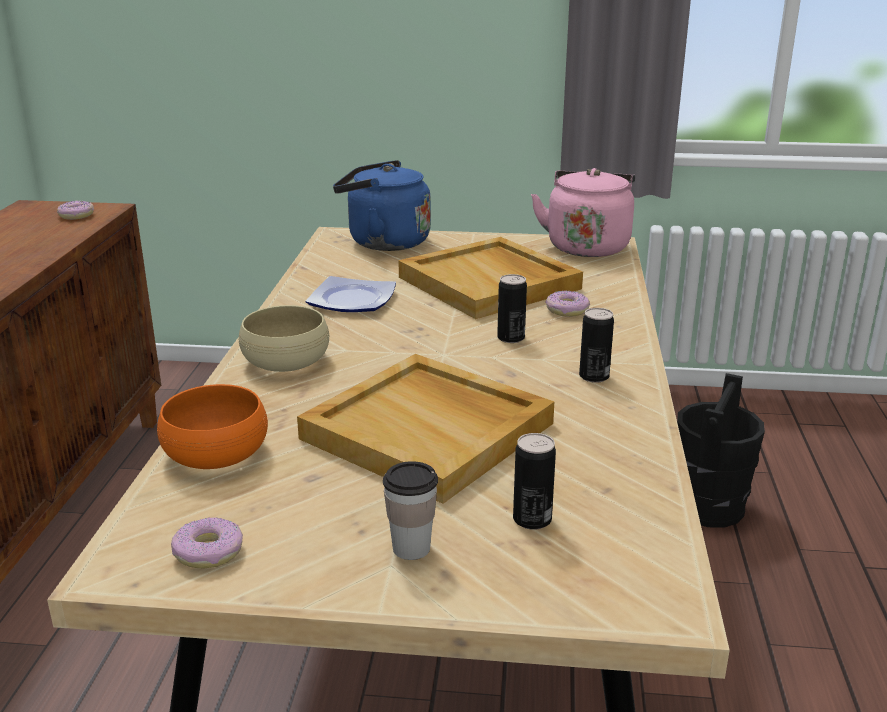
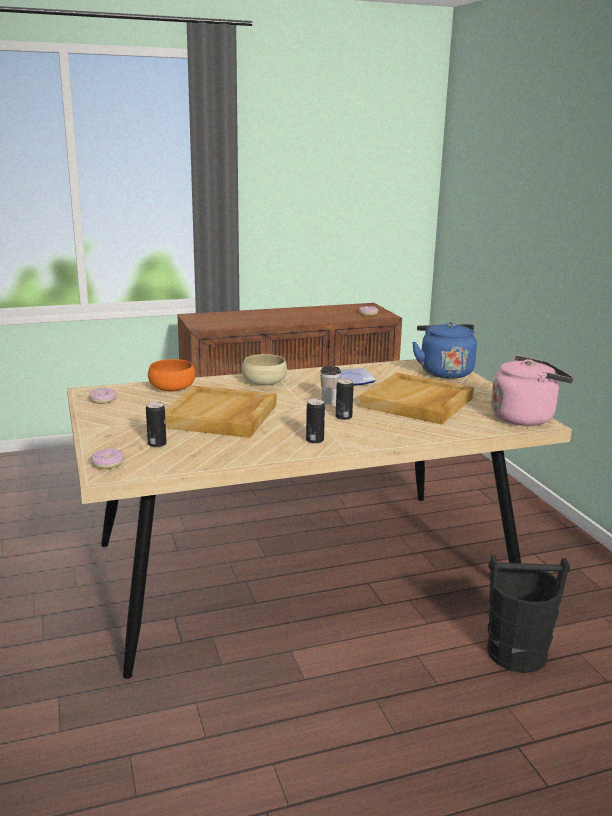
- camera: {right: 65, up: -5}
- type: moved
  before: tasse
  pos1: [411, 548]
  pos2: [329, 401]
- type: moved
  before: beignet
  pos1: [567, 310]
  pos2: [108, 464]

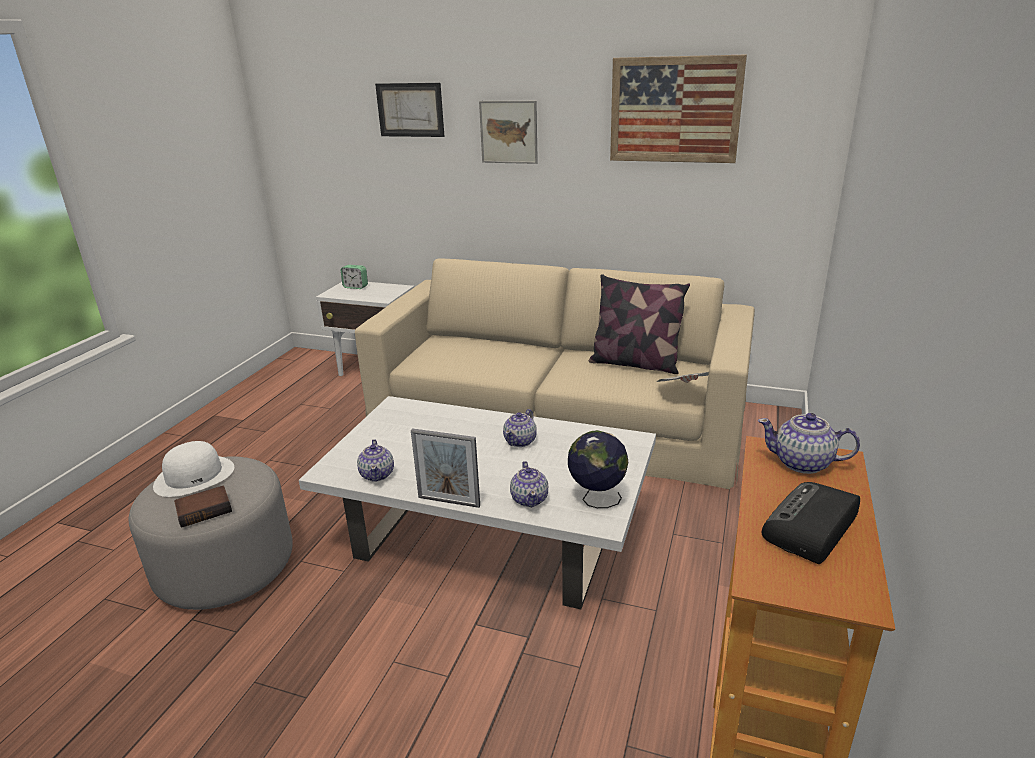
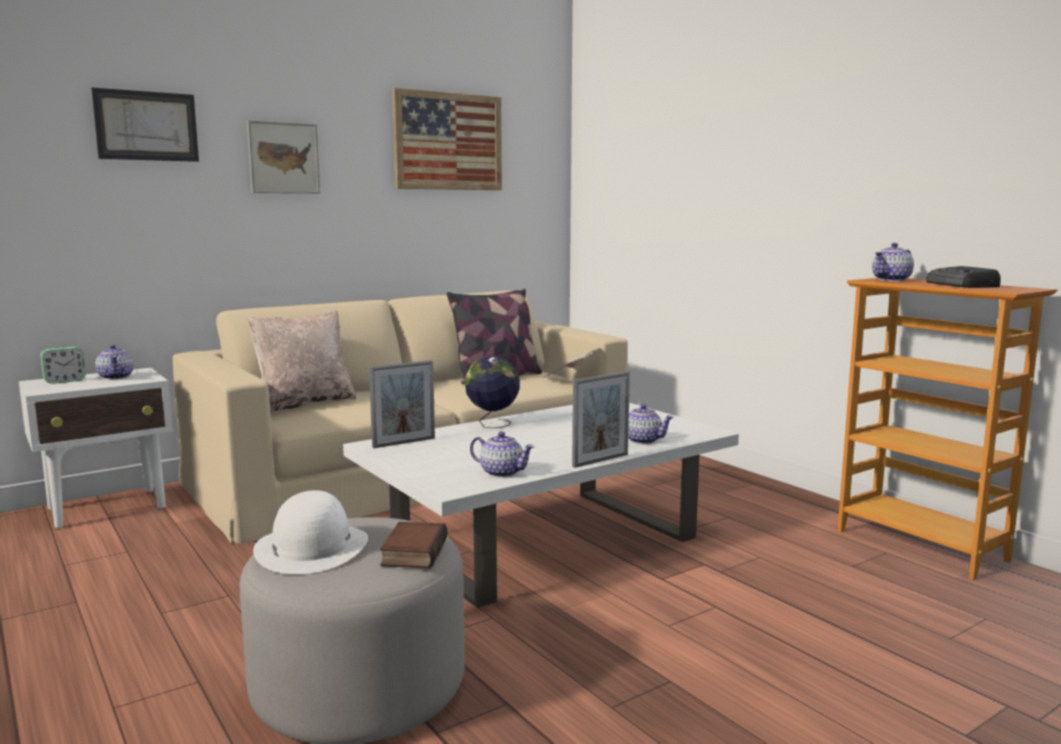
- camera: {right: -55, up: -15}
- type: added
  after: coussin (beige)
  pos2: [304, 403]
- type: added
  after: cadre photo
  pos2: [404, 442]
- type: moved
  before: théière
  pos1: [520, 441]
  pos2: [116, 377]
- type: moved
  before: globe
  pos1: [596, 499]
  pos2: [492, 425]

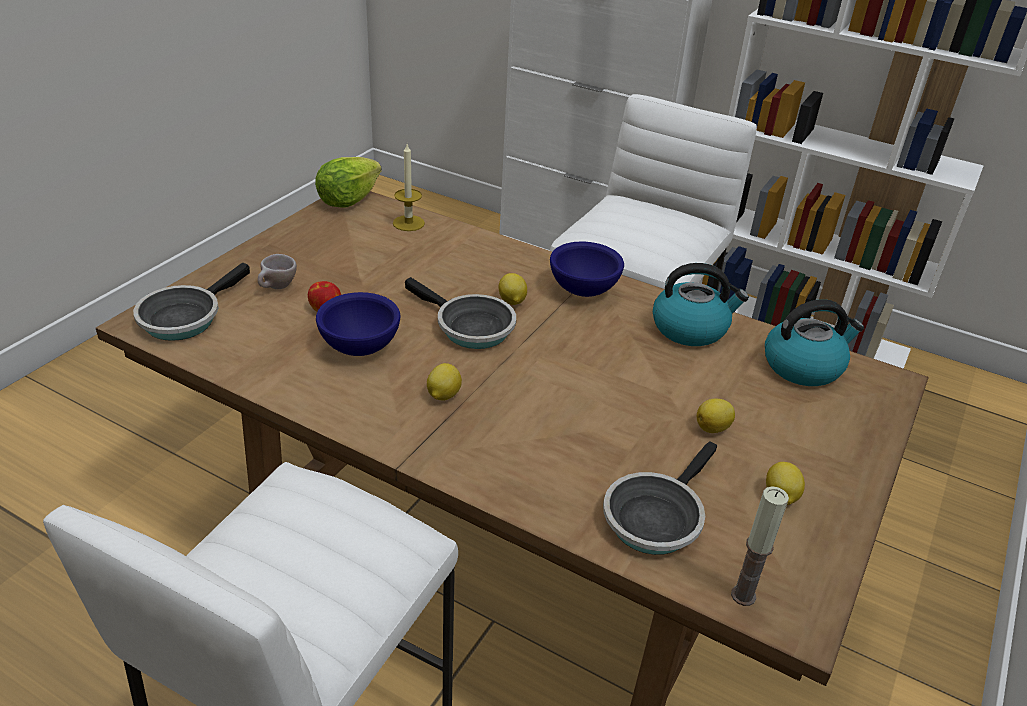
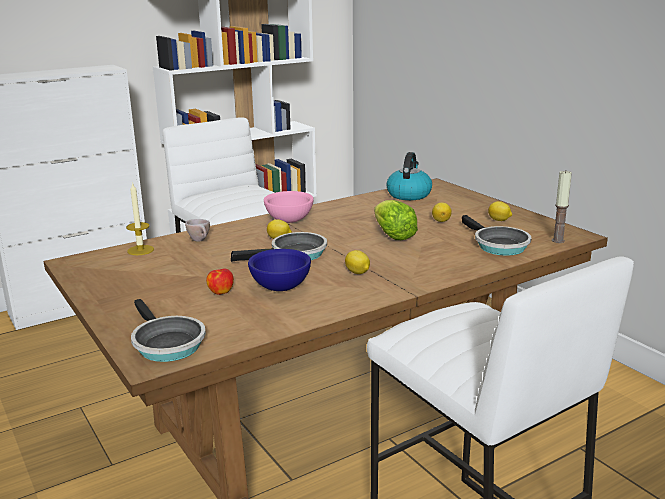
- camera: {right: -60, up: -15}
- type: removed
  before: bouilloire
  pos1: [690, 328]
- type: moved
  before: tasse (beige)
  pos1: [277, 288]
  pos2: [200, 241]
- type: moved
  before: laitue
  pos1: [348, 200]
  pos2: [393, 236]
- type: recoloured
  before: bol (bleu)
  after: bol (rose)
  pos1: [583, 289]
  pos2: [288, 220]

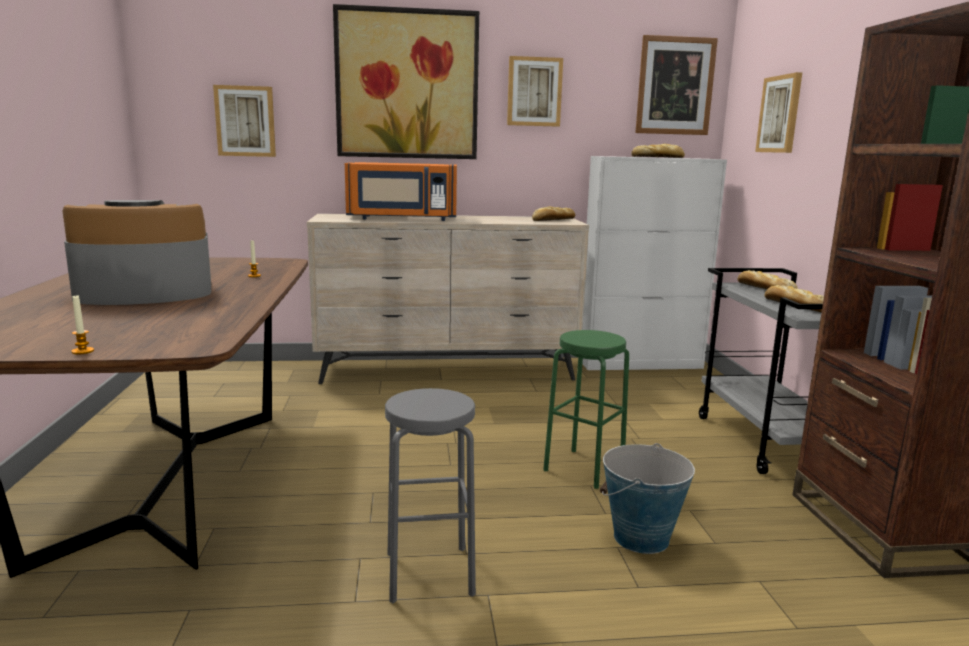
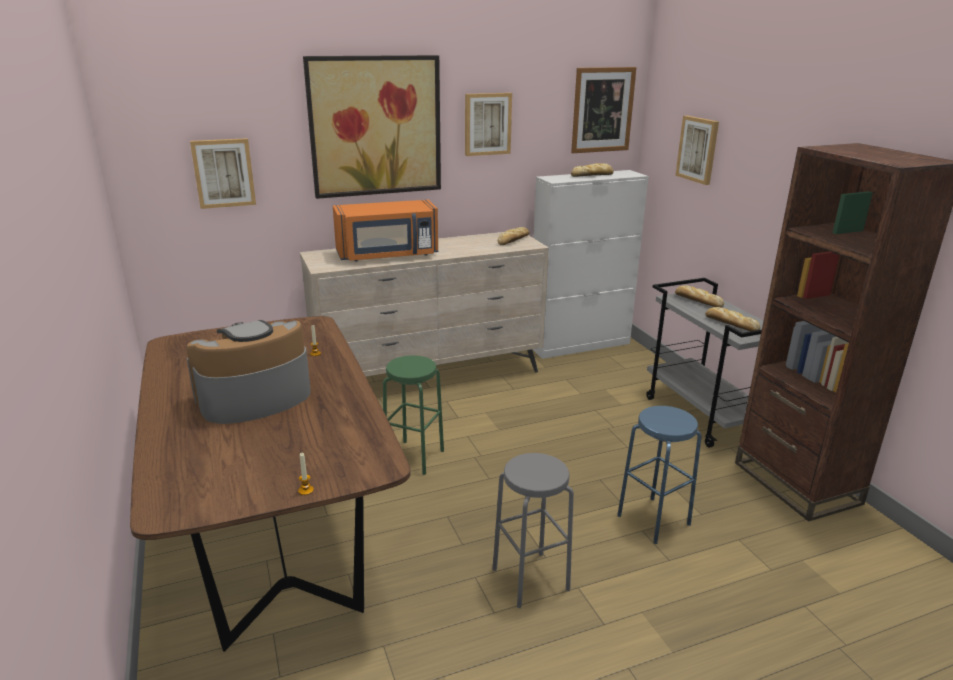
- camera: {right: -15, up: 10}
- type: moved
  before: tabouret (vert)
  pos1: [584, 468]
  pos2: [414, 457]
- type: replaced
  before: seau
  after: tabouret (bleu)
  pos1: [641, 538]
  pos2: [653, 520]

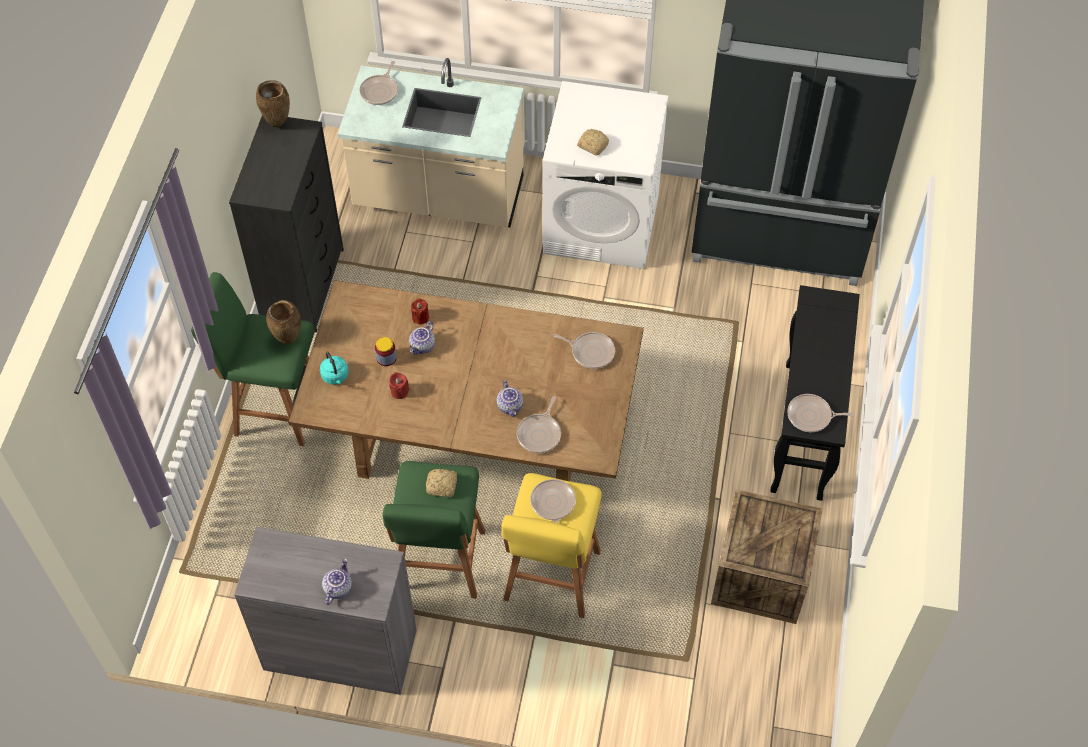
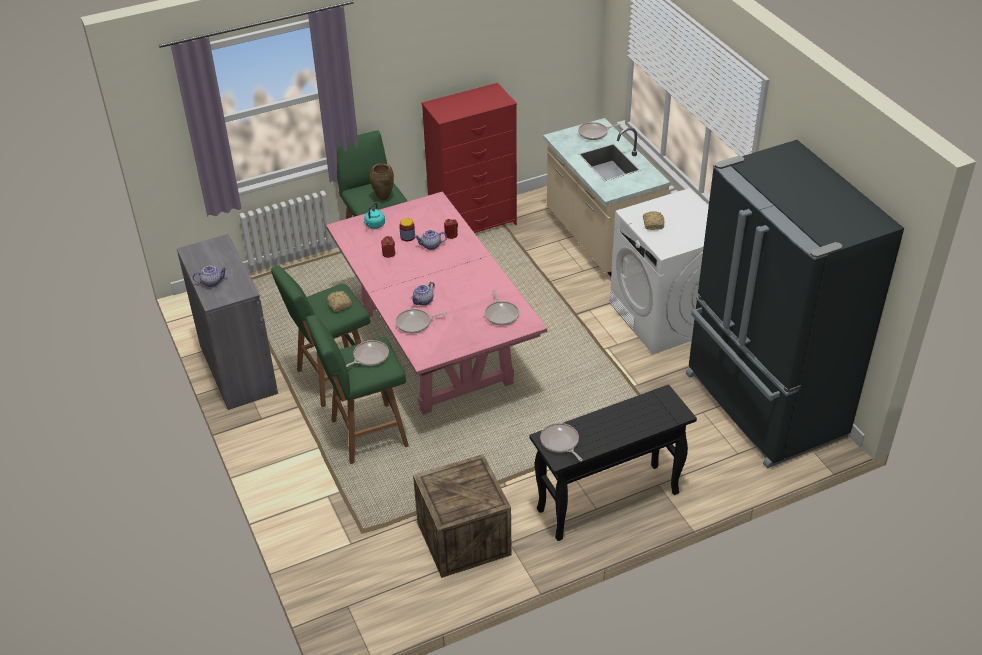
- camera: {right: 55, up: -15}
- type: removed
  before: vase (marron)
  pos1: [278, 124]
- type: recoloured
  before: commode (noir)
  after: commode (rouge)
  pos1: [303, 285]
  pos2: [474, 223]
- type: recoloured
  before: table à manger (marron)
  after: table à manger (rose)
  pos1: [475, 441]
  pos2: [436, 348]
- type: recoloured
  before: tabouret (jaune)
  after: tabouret (vert)
  pos1: [551, 579]
  pos2: [366, 434]

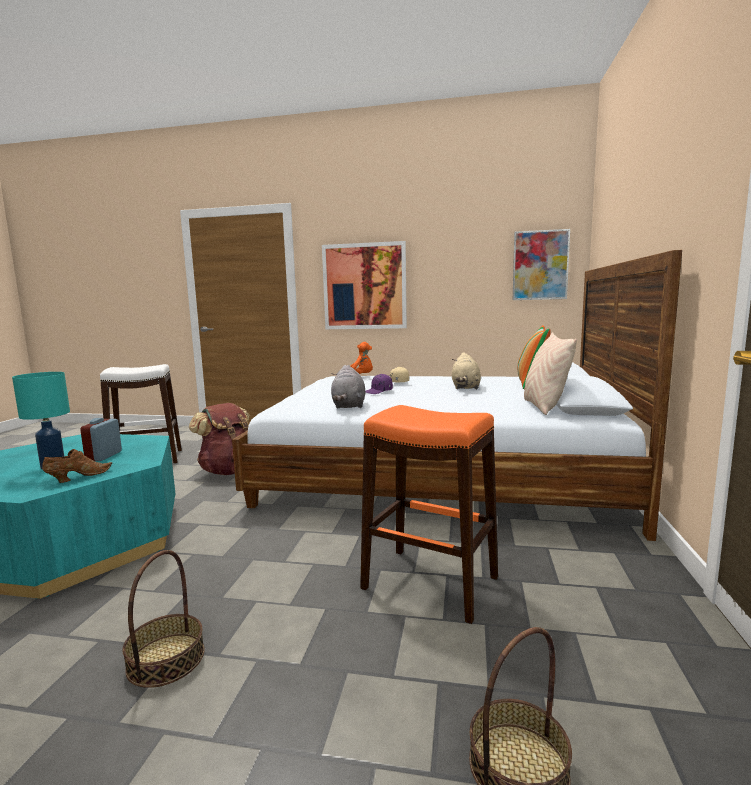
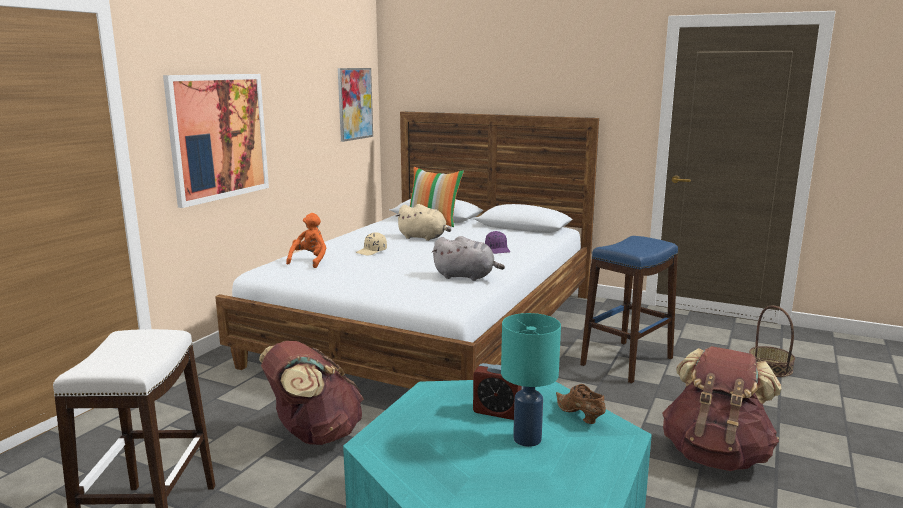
- camera: {right: -75, up: 5}
- type: removed
  before: coussin (beige)
  pos1: [544, 407]
- type: moved
  before: casquette (violet)
  pos1: [378, 391]
  pos2: [498, 250]
- type: replaced
  before: panier
  after: sac à dos (marron)
  pos1: [166, 659]
  pos2: [715, 455]
- type: recoloured
  before: tabouret (orange)
  after: tabouret (bleu)
  pos1: [431, 583]
  pos2: [627, 361]

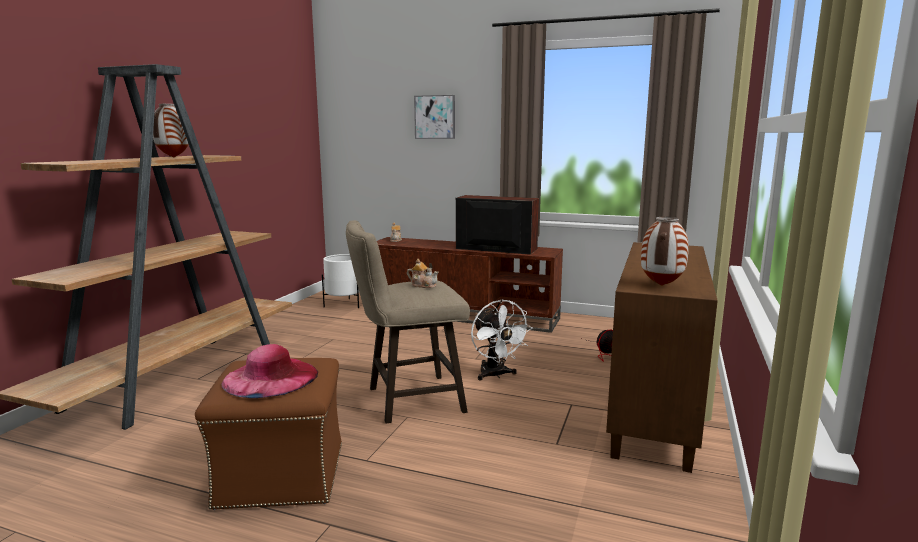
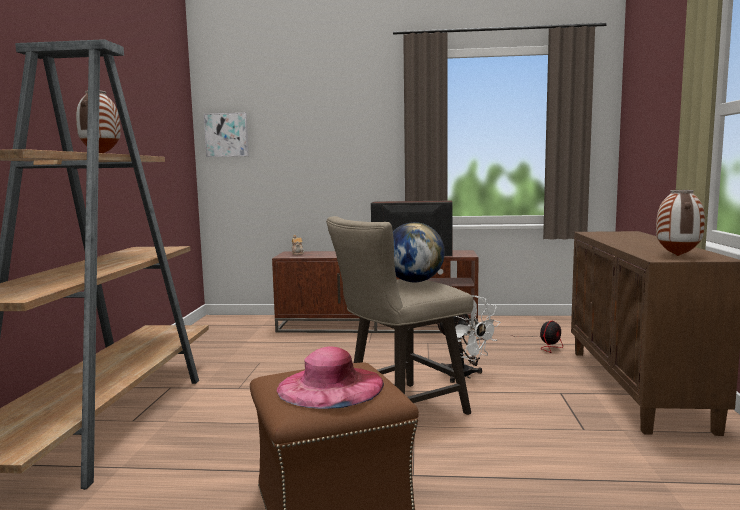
- camera: {right: -15, up: -5}
- type: removed
  before: cache-pot (blanc)
  pos1: [344, 304]
- type: moved
  before: tableau
  pos1: [435, 117]
  pos2: [227, 135]
- type: replaced
  before: théière
  after: globe
  pos1: [423, 285]
  pos2: [414, 281]

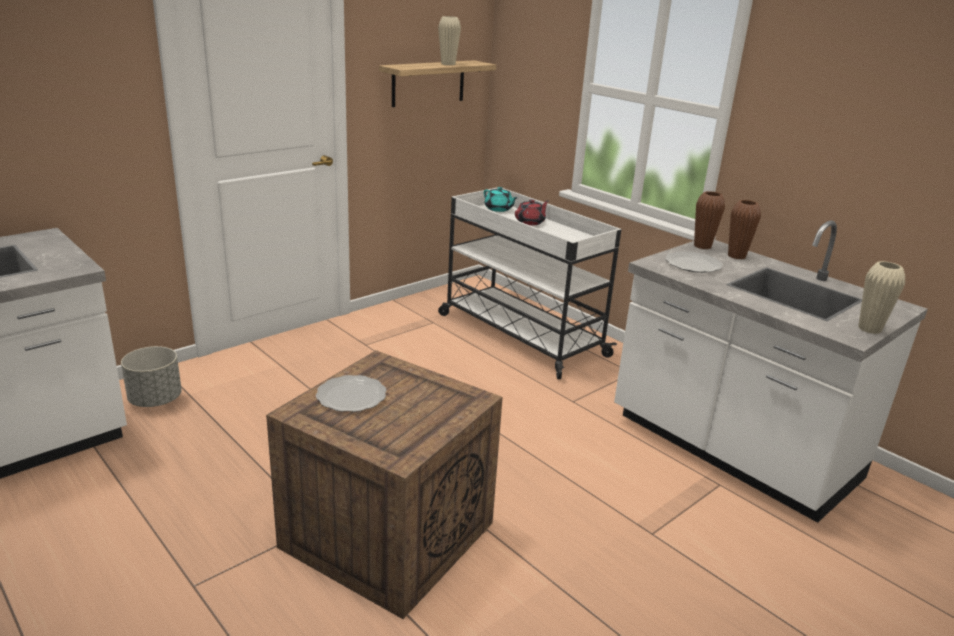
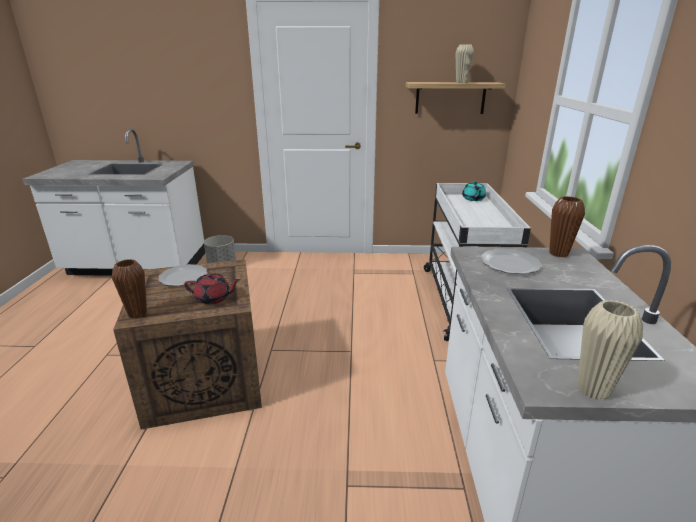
- camera: {right: 45, up: 0}
- type: moved
  before: théière (rouge)
  pos1: [530, 222]
  pos2: [213, 298]
- type: moved
  before: vase (marron)
  pos1: [736, 256]
  pos2: [137, 313]

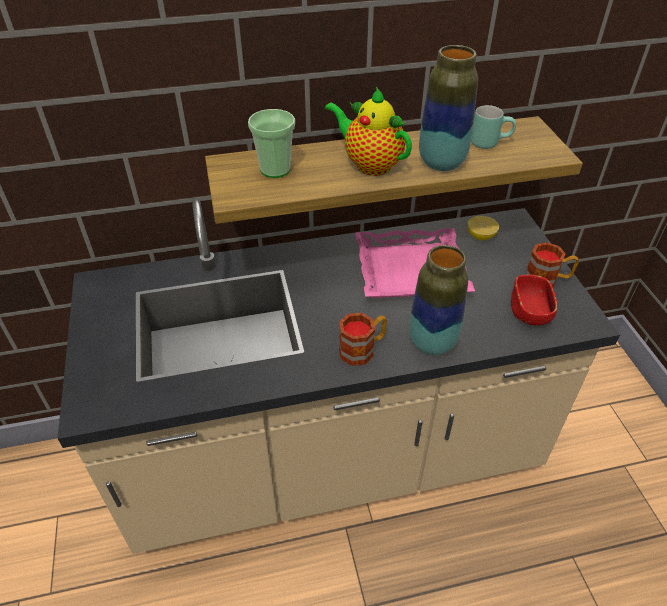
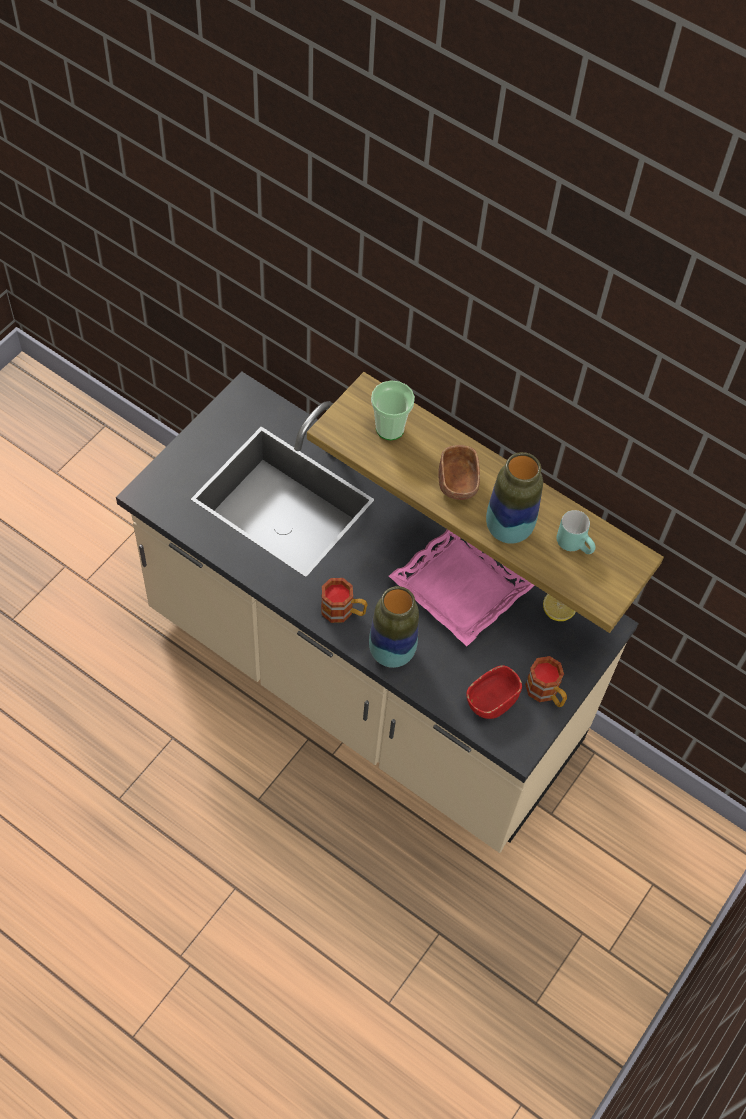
- camera: {right: 45, up: 15}
- type: replaced
  before: théière
  after: bol (marron)
  pos1: [370, 164]
  pos2: [458, 483]

